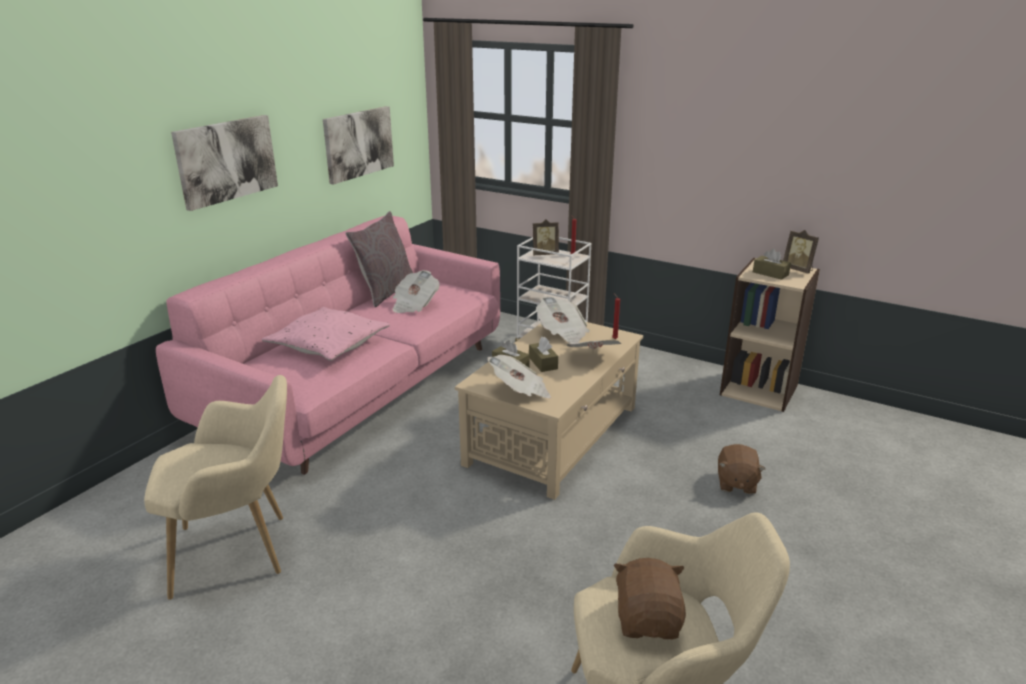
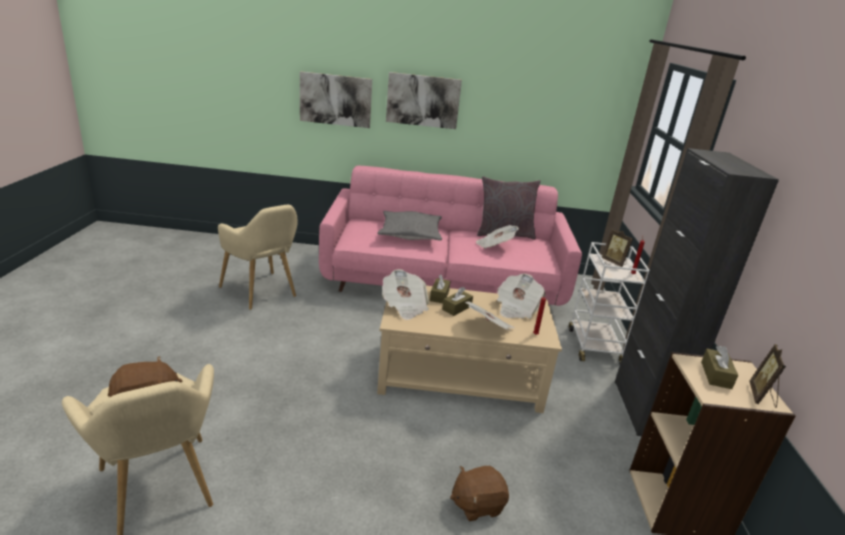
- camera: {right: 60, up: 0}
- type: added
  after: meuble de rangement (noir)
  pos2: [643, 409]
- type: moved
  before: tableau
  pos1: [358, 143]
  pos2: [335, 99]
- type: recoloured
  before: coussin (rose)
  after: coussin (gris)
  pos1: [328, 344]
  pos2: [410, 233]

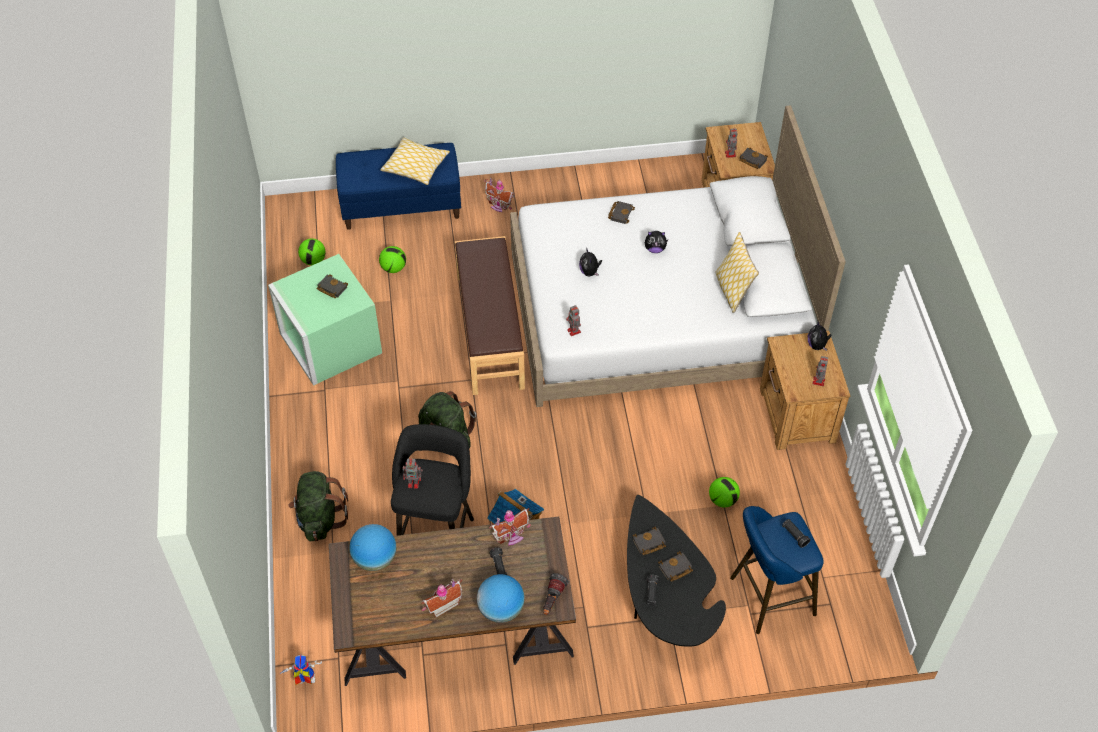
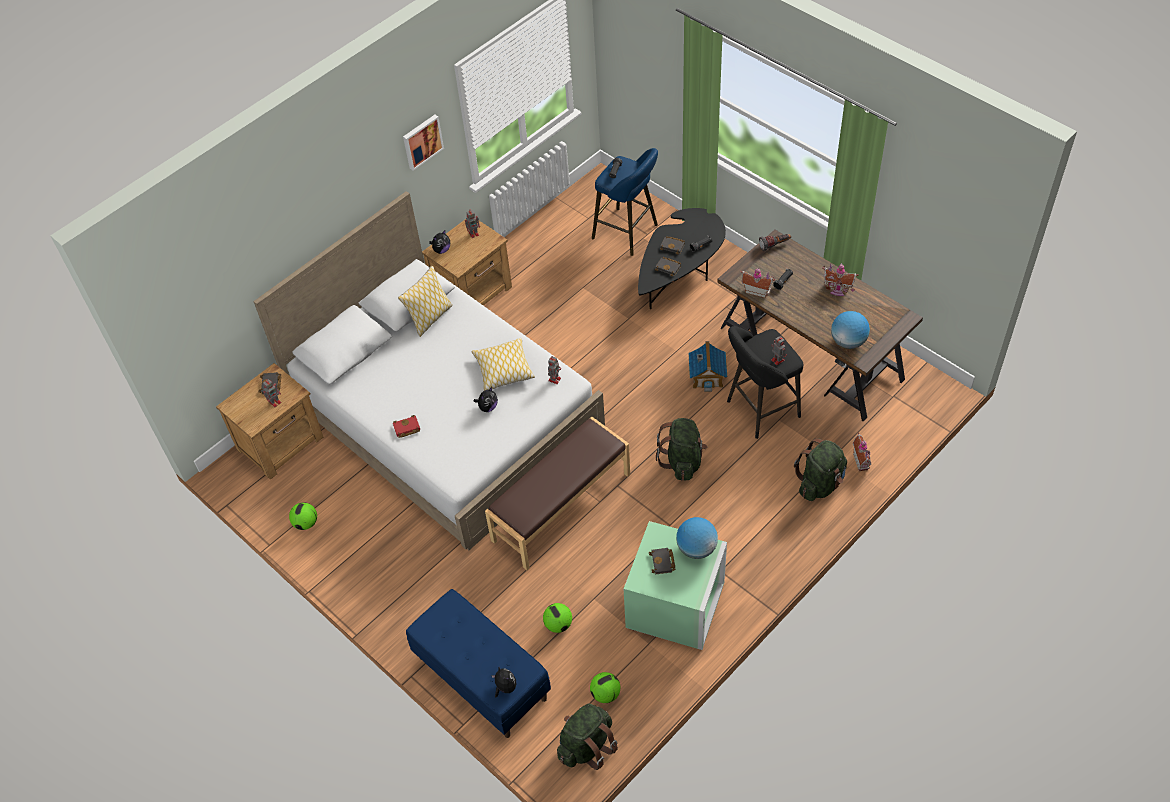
- camera: {right: -125, up: 0}
- type: removed
  before: robot jouet
  pos1: [303, 682]
- type: added
  after: tableau
  pos2: [422, 141]
- type: added
  after: sac à dos (vert)
  pos2: [587, 746]
- type: moved
  before: coussin
  pos1: [415, 167]
  pos2: [503, 369]
- type: moved
  before: globe
  pos1: [501, 609]
  pos2: [696, 548]
- type: moved
  before: maison miniature
  pos1: [499, 205]
  pos2: [862, 461]
- type: moved
  before: peluche
  pos1: [655, 249]
  pos2: [505, 687]
- type: moved
  before: ballon de foot
  pos1: [723, 500]
  pos2: [306, 523]
- type: recoloured
  before: livre (noir)
  after: livre (rouge)
  pos1: [620, 213]
  pos2: [406, 429]

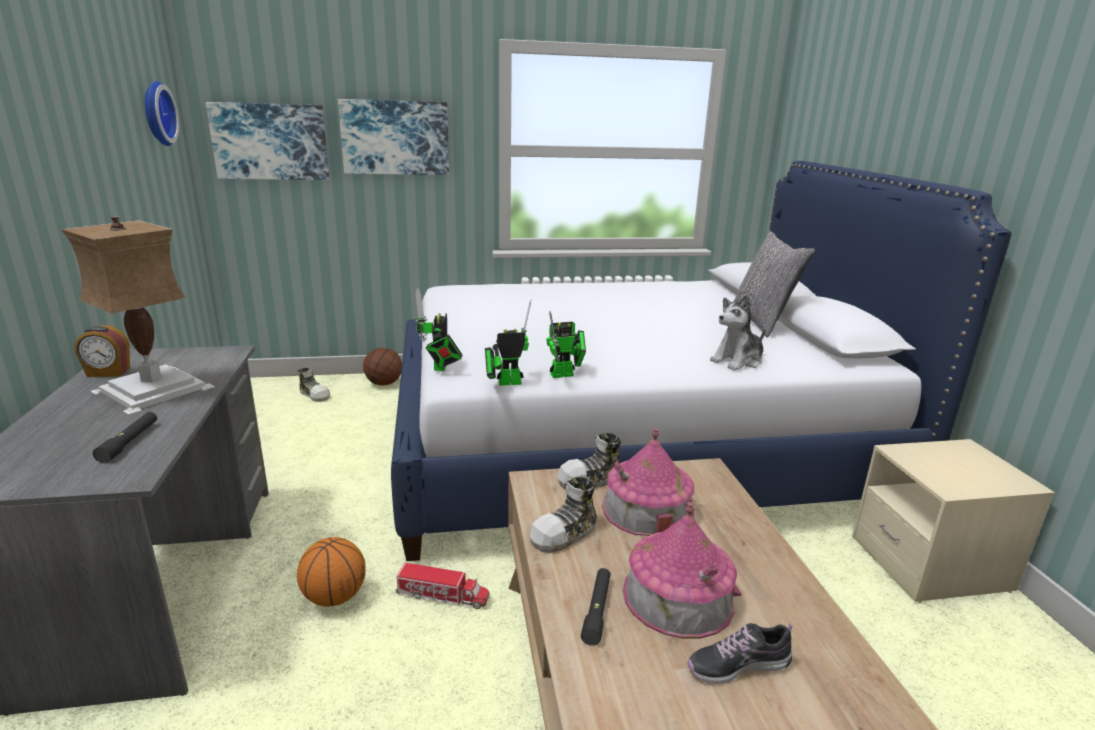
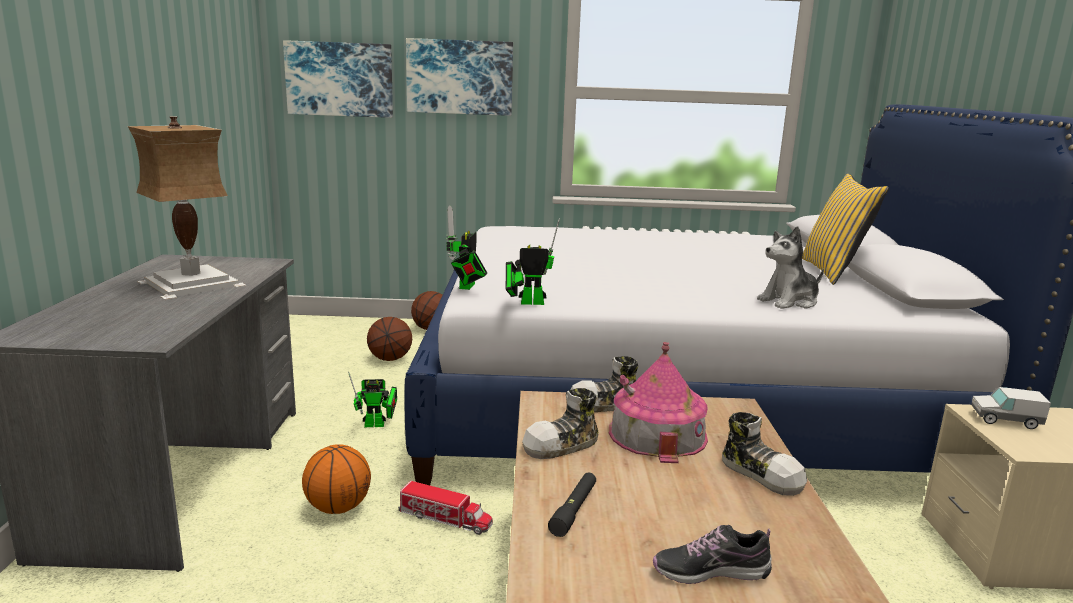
- camera: {right: 10, up: -5}
- type: removed
  before: réveil
  pos1: [108, 373]
- type: removed
  before: lampe de poche (noir)
  pos1: [129, 442]
- type: removed
  before: horloge murale
  pos1: [156, 113]
- type: removed
  before: maison miniature
  pos1: [678, 596]
- type: added
  after: ballon de basket
  pos2: [390, 359]
- type: added
  after: camion jouet
  pos2: [1005, 420]
- type: moved
  before: chaussure
  pos1: [314, 394]
  pos2: [762, 474]
- type: moved
  before: robot jouet
  pos1: [565, 374]
  pos2: [377, 425]
- type: recoloured
  before: coussin (gris)
  after: coussin (jaune)
  pos1: [762, 321]
  pos2: [833, 271]

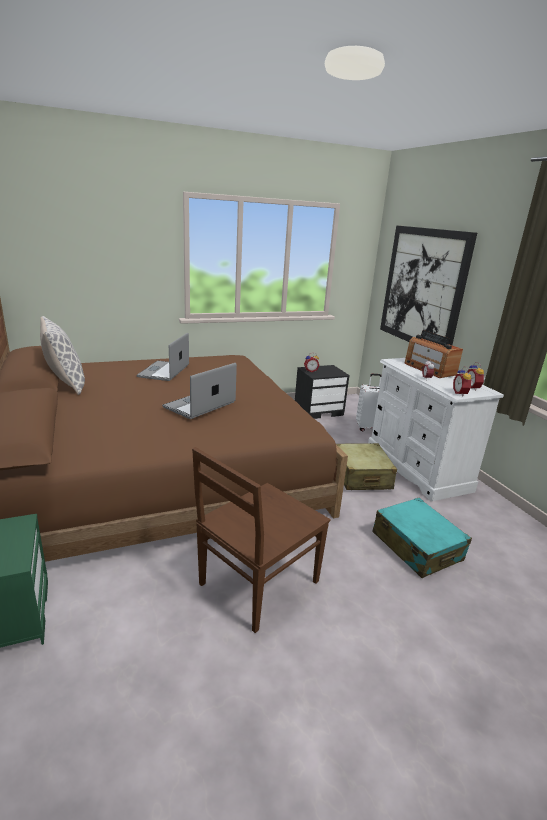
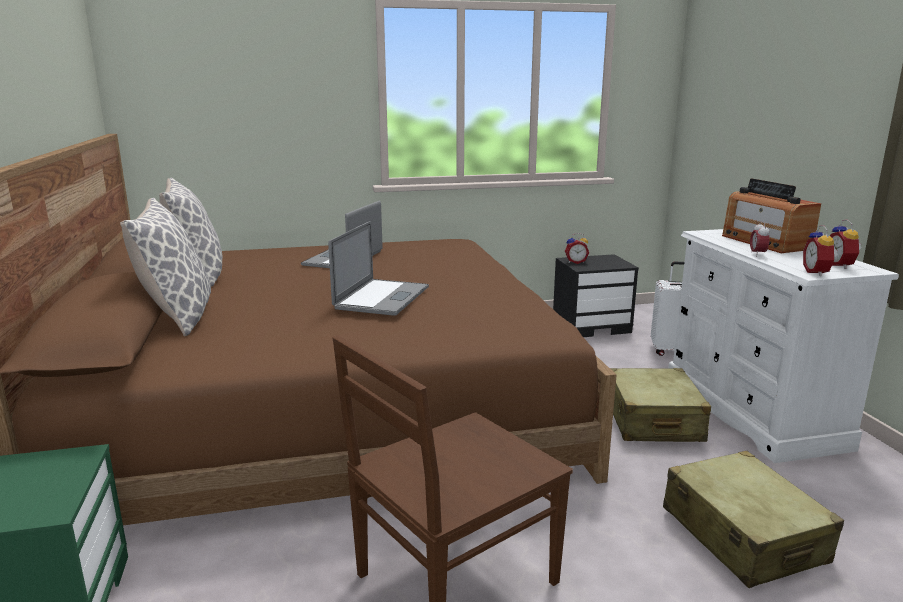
- camera: {right: 10, up: -5}
- type: removed
  before: tableau
  pos1: [423, 288]
- type: added
  after: coussin
  pos2: [178, 316]
- type: recoloured
  before: valise (turquoise)
  after: valise (beige)
  pos1: [416, 546]
  pos2: [743, 535]
- type: turned
  before: ordinateur portable
  pos1: [199, 405]
  pos2: [382, 297]
  turn: 150

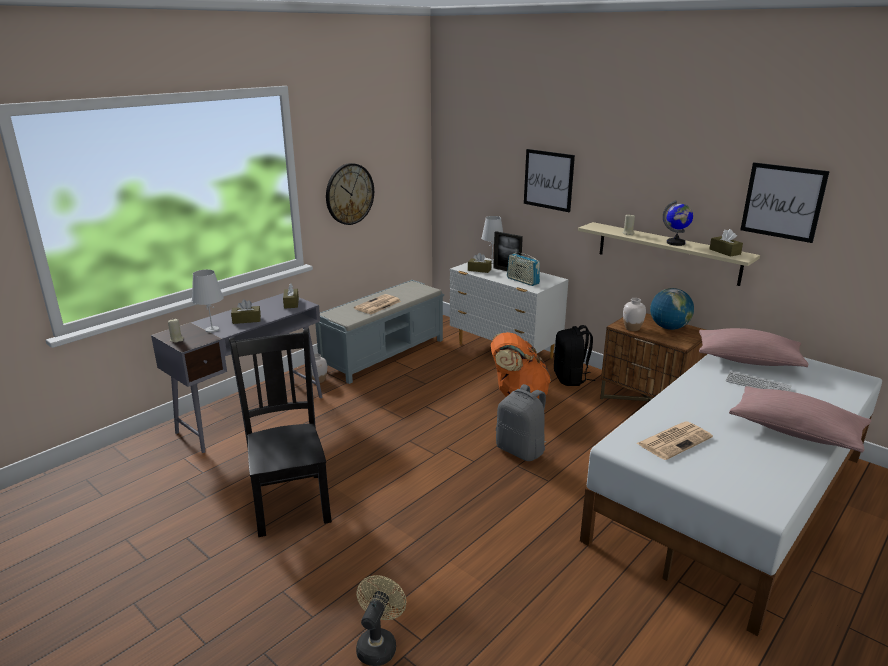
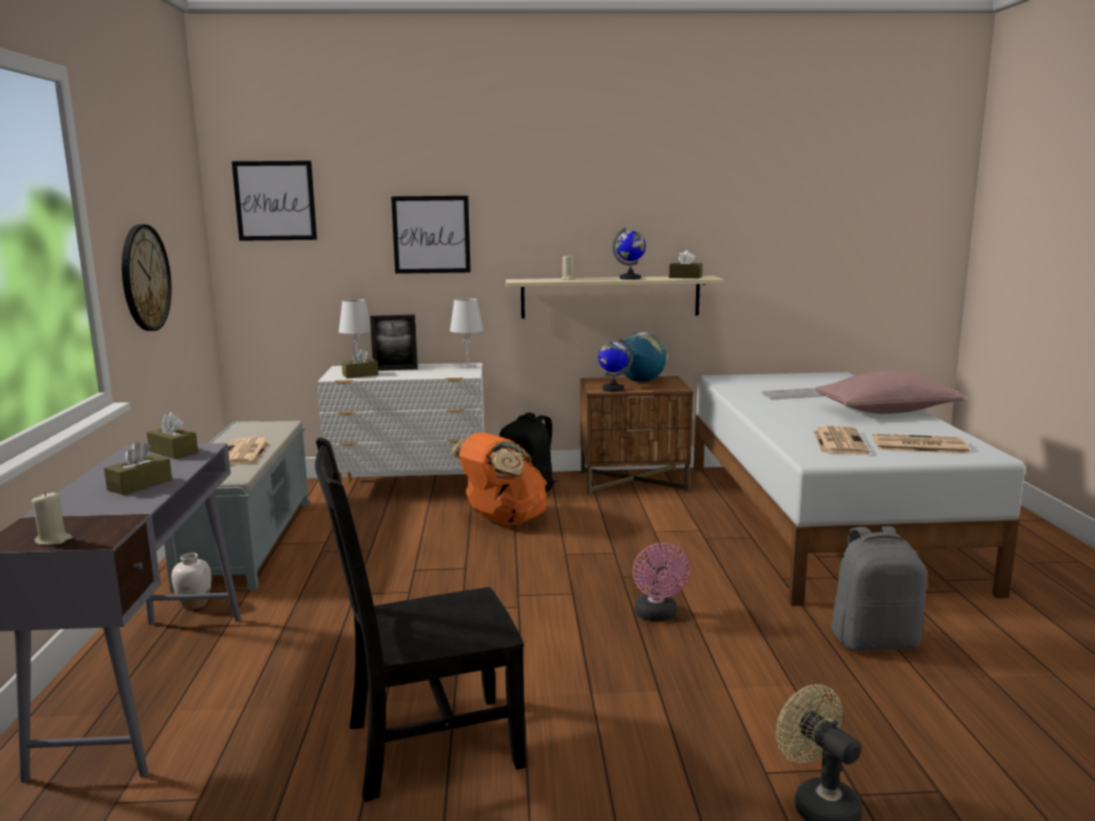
- camera: {right: -45, up: -10}
- type: removed
  before: radio
  pos1: [522, 281]
- type: removed
  before: coussin (rose)
  pos1: [748, 360]
- type: added
  after: ventilateur (rose)
  pos2: [657, 616]
- type: added
  after: journal
  pos2: [918, 445]
- type: moved
  before: lampe de table (blanc)
  pos1: [212, 329]
  pos2: [467, 366]
- type: moved
  before: sac à dos (gris)
  pos1: [521, 450]
  pos2: [874, 641]
- type: moved
  before: tableau
  pos1: [782, 202]
  pos2: [275, 201]
- type: replaced
  before: vase (blanc)
  after: globe
  pos1: [632, 328]
  pos2: [613, 389]
- type: turned
  before: chaise (noir)
  pos1: [290, 501]
  pos2: [427, 746]
  turn: -45

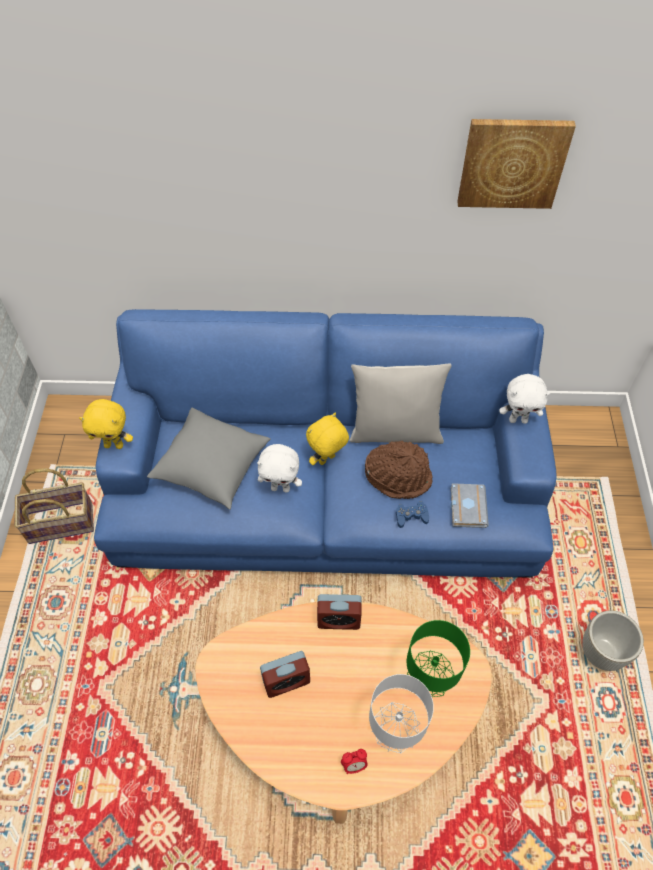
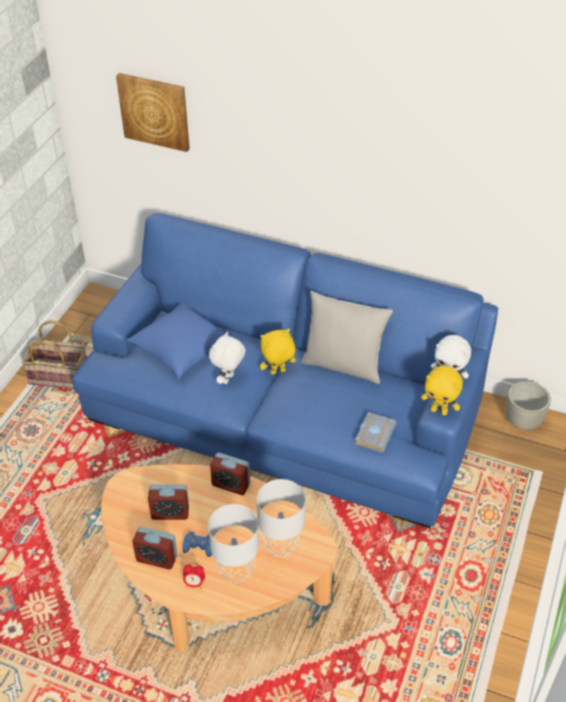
- camera: {right: 20, up: -10}
- type: removed
  before: chapeau (marron)
  pos1: [398, 476]
- type: added
  after: réveil
  pos2: [156, 558]
- type: moved
  before: peluche (jaune)
  pos1: [114, 445]
  pos2: [439, 411]
- type: moved
  before: manette (bleu)
  pos1: [411, 516]
  pos2: [199, 546]
- type: moved
  before: tableau
  pos1: [512, 163]
  pos2: [154, 111]
- type: moved
  before: cache-pot (gris)
  pos1: [601, 652]
  pos2: [523, 421]
- type: recoloured
  before: coussin (gris)
  after: coussin (bleu)
  pos1: [212, 467]
  pos2: [181, 351]
- type: recoloured
  before: lampe de table (vert)
  after: lampe de table (gris)
  pos1: [427, 681]
  pos2: [280, 547]
- type: turned
  before: peluche (blanc)
  pos1: [281, 488]
  pos2: [228, 379]
  turn: 90

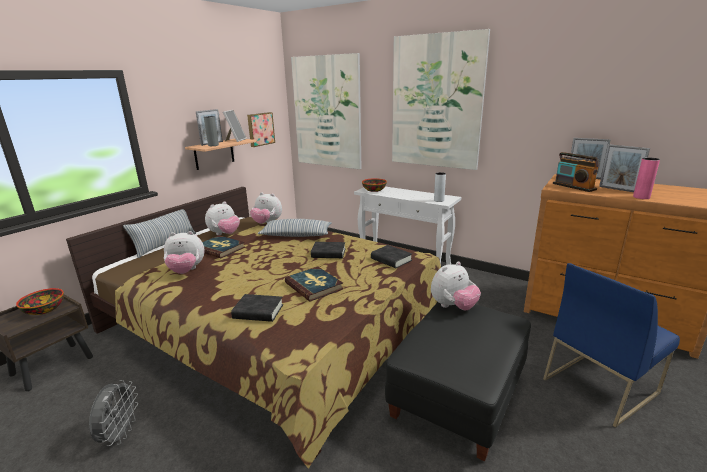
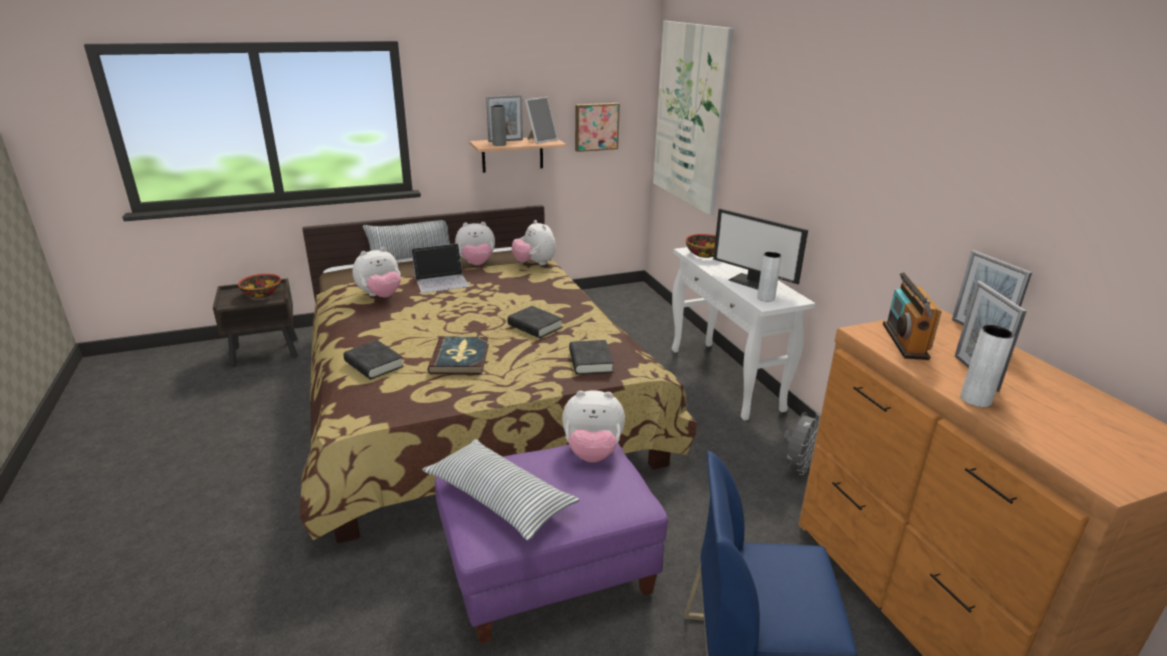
- camera: {right: 35, up: 5}
- type: removed
  before: tableau
  pos1: [436, 102]
- type: added
  after: écran d'ordinateur
  pos2: [753, 282]
- type: moved
  before: ventilateur (gris)
  pos1: [119, 434]
  pos2: [797, 466]
- type: moved
  before: coussin
  pos1: [296, 235]
  pos2: [499, 498]
- type: replaced
  before: livre
  after: ordinateur portable
  pos1: [220, 249]
  pos2: [441, 281]
- type: recoloured
  before: pouf (noir)
  after: pouf (violet)
  pos1: [457, 397]
  pos2: [548, 570]
- type: recoloured
  before: vase (rose)
  after: vase (gris)
  pos1: [641, 197]
  pos2: [975, 399]
- type: turned
  before: peluche
  pos1: [186, 271]
  pos2: [380, 296]
  turn: -60

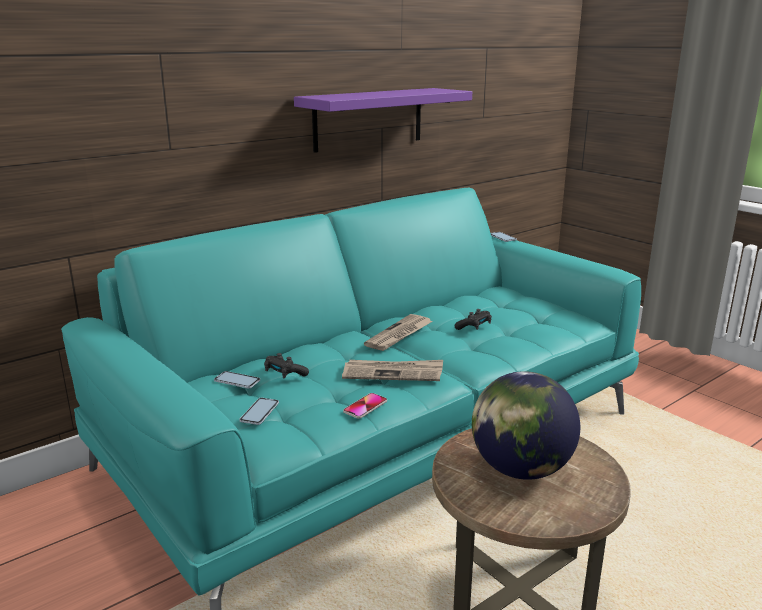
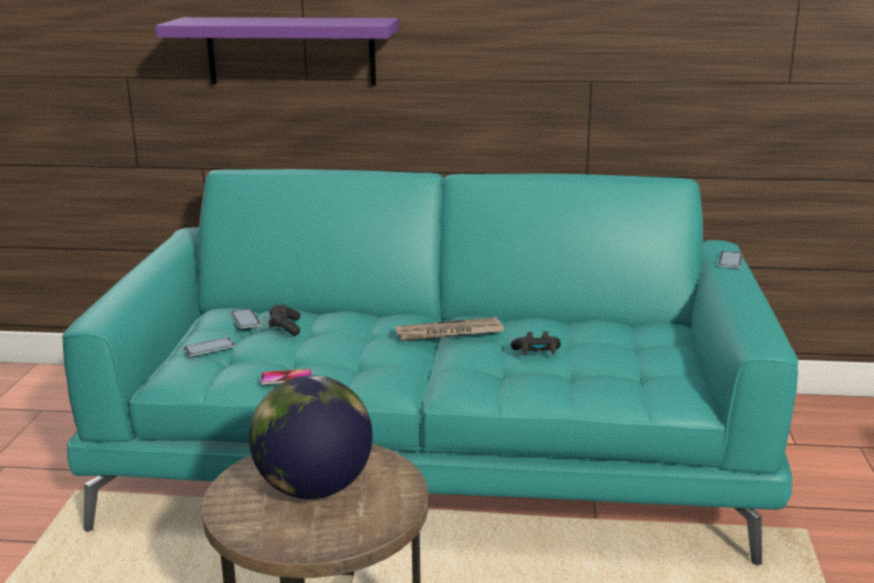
- camera: {right: 45, up: 0}
- type: removed
  before: journal
  pos1: [393, 373]
- type: moved
  before: étagère (violet)
  pos1: [368, 119]
  pos2: [291, 51]

